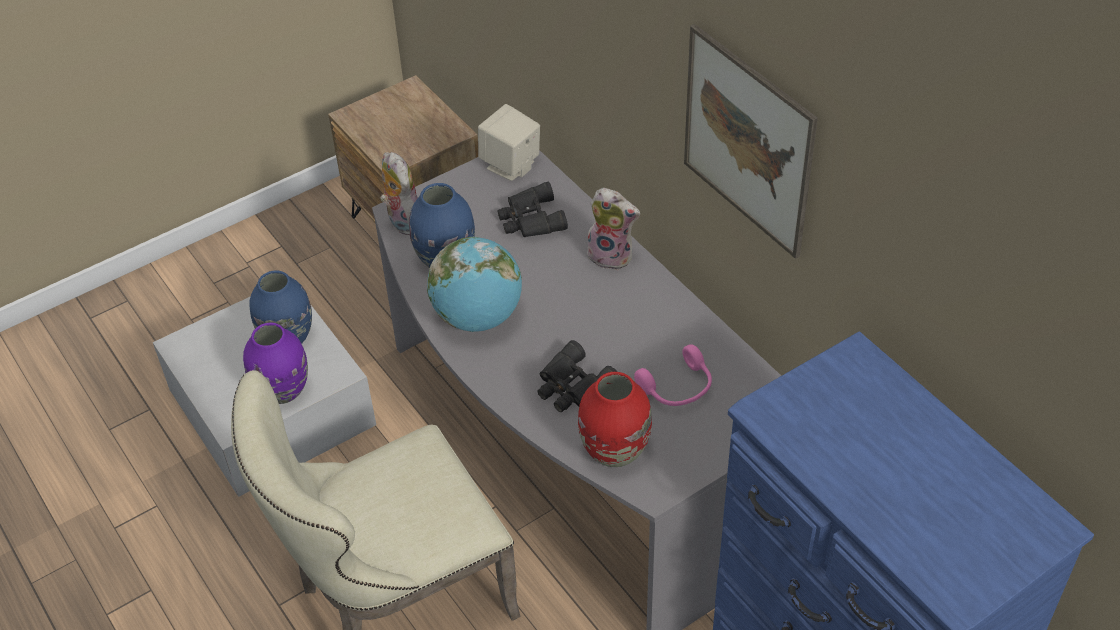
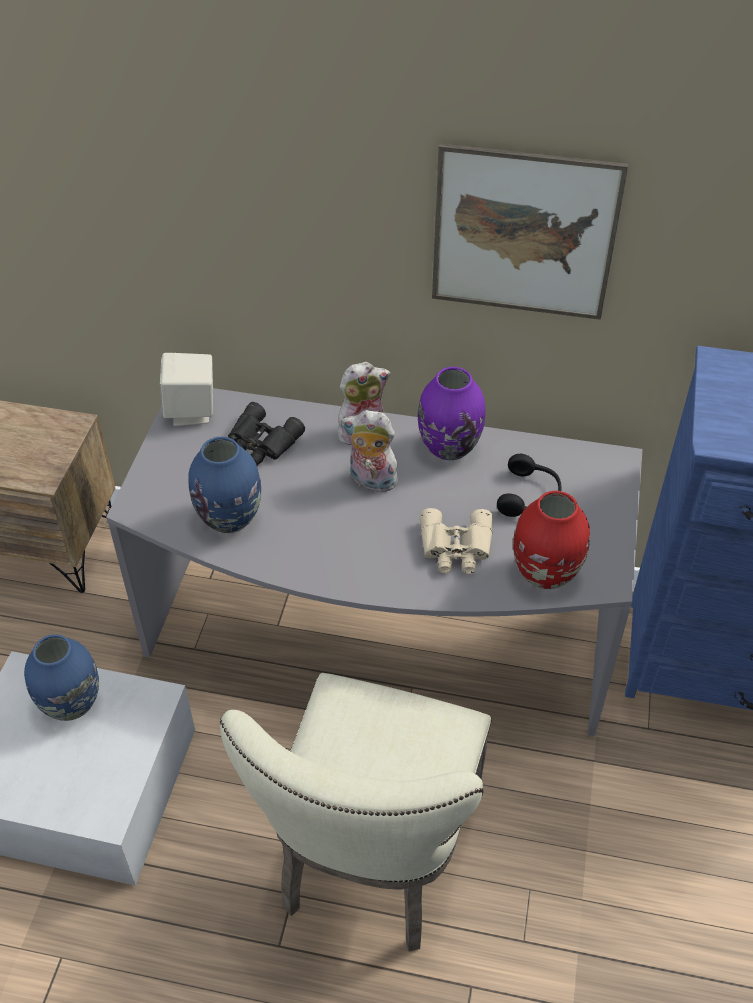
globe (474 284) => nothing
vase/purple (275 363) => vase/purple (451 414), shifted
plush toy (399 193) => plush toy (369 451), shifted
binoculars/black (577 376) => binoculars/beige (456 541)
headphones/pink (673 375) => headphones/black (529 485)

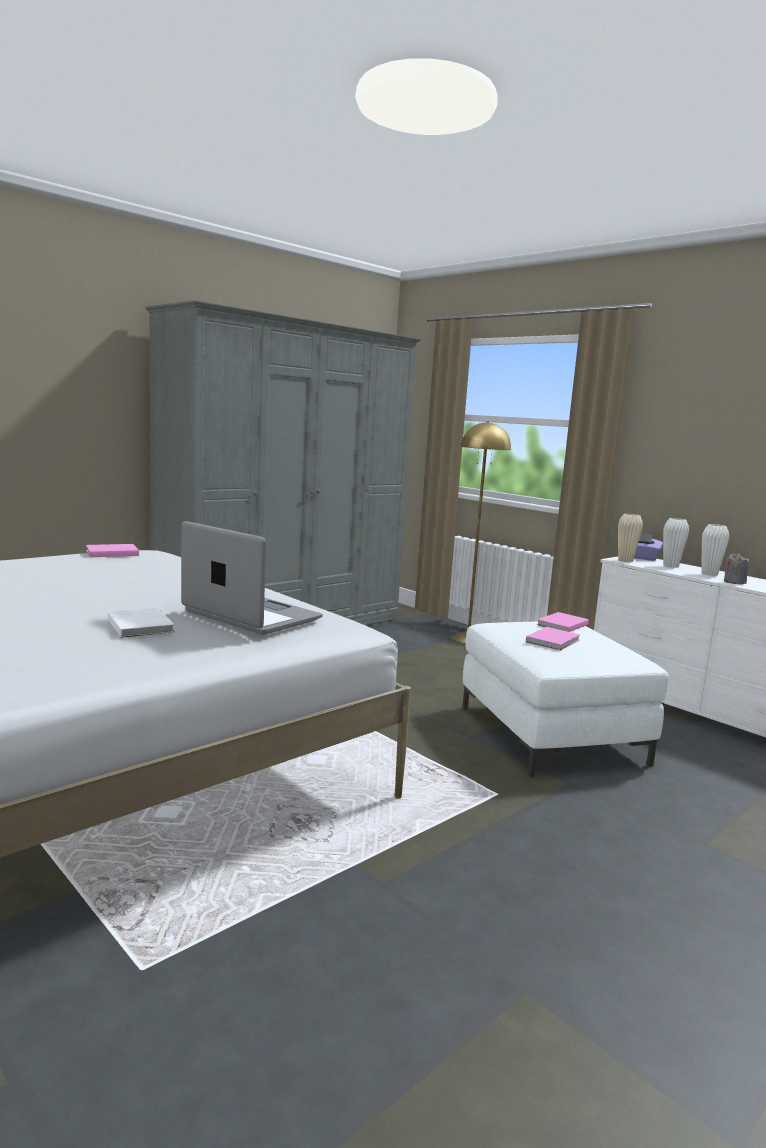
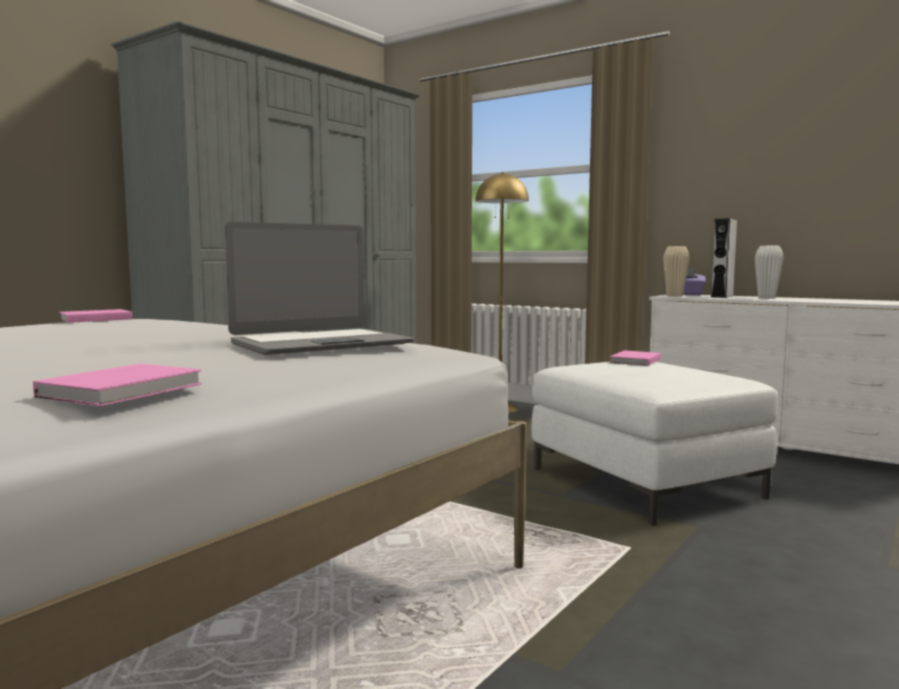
book/white (141 622) => nothing
candle/grey (737 568) => nothing
book/pink (553 639) => book/pink (117 385), shifted
vase/white (676 543) => speaker/grey (724 258)
laptop (252 578) => laptop (319 288), 120 degrees clockwise

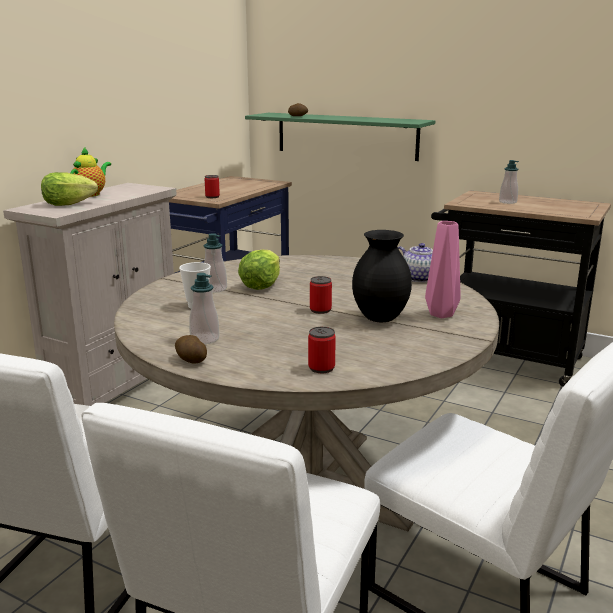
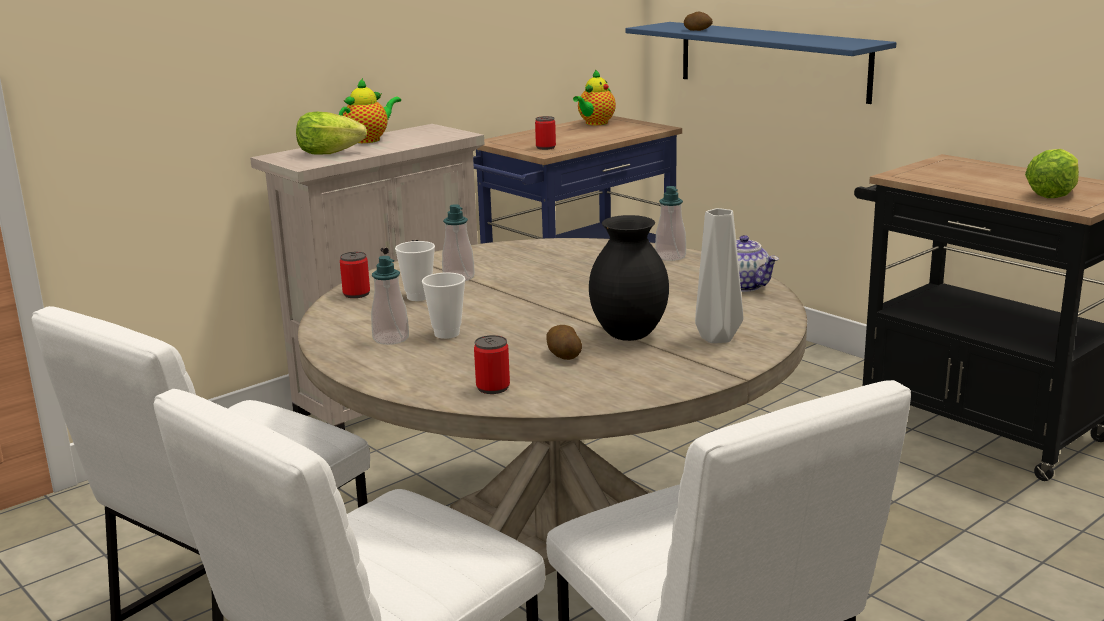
nothing => cup (443 306)
nothing => teapot (594 97)
potato (191 349) => potato (564 342), shifted
lettuce (259 270) => lettuce (1052 173), shifted
can (321 295) => can (355 275), shifted
soap dispenser (509 182) => soap dispenser (670 223), shifted
shelf/green (340 137) => shelf/blue (761 63)
vase/pink (442 269) => vase/grey (719 275)

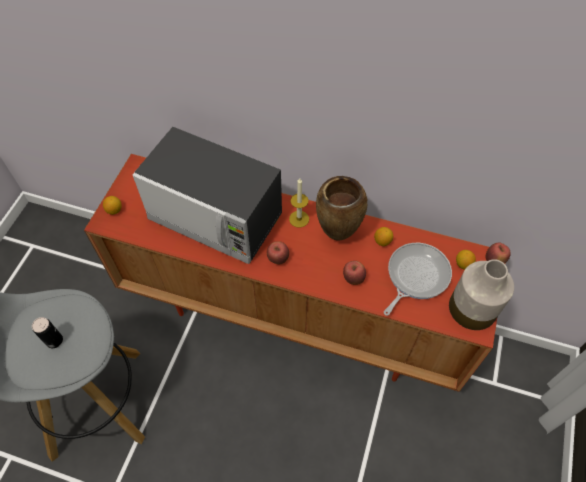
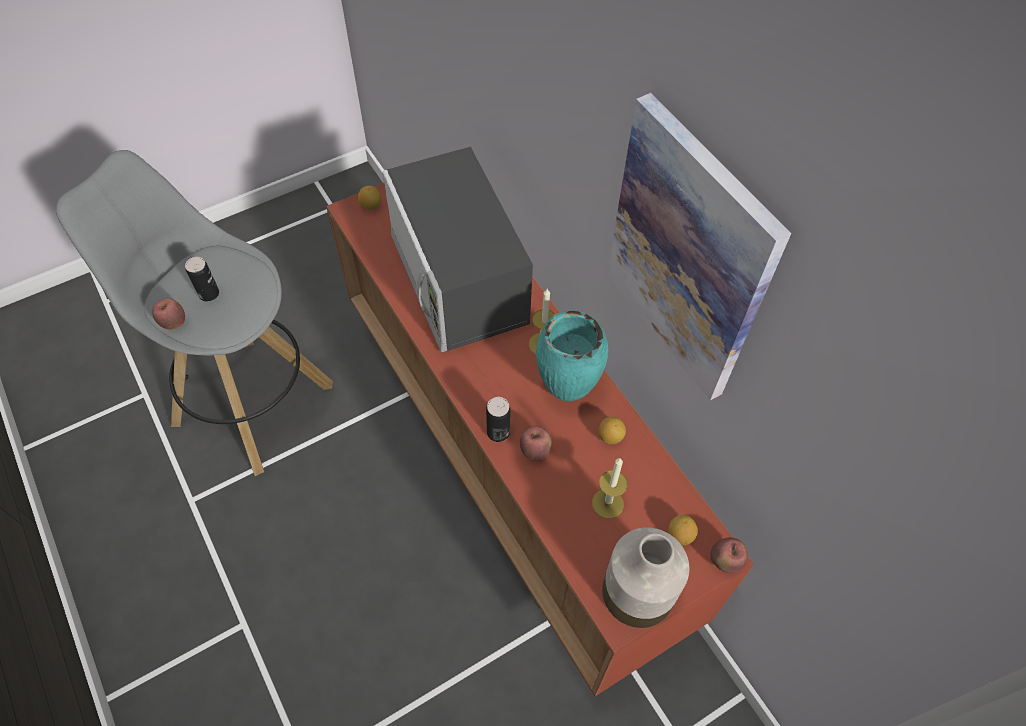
nothing => can (498 419)
nothing => picture (699 246)
apple (278 252) => apple (168 314), shifted
frying pan (418 279) => candle (610 488)
vase/brown (342 208) => vase/turquoise (572 355)

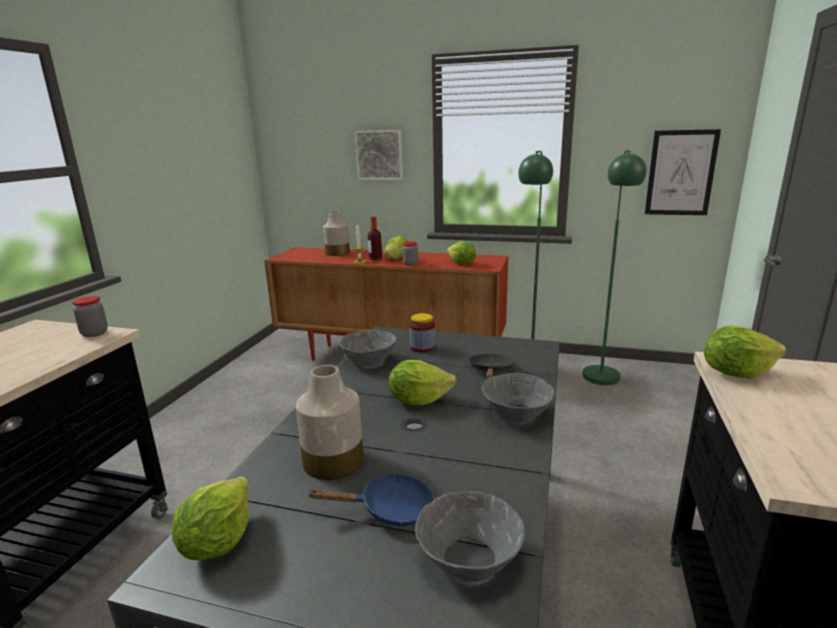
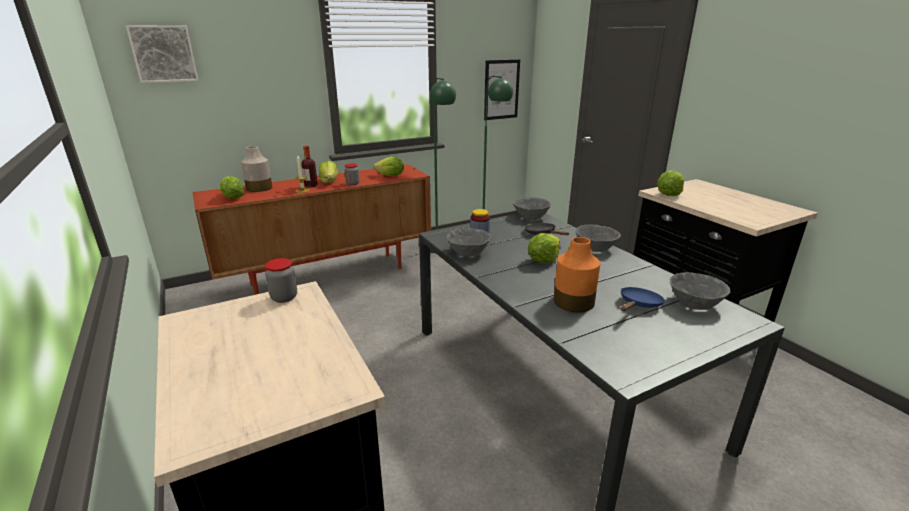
nothing => bowl/grey (532 208)
lettuce (210 518) => lettuce (232 187), shifted
picture (379 155) => picture (162 54), shifted
vase/beige (330 422) => vase/orange (576 274)

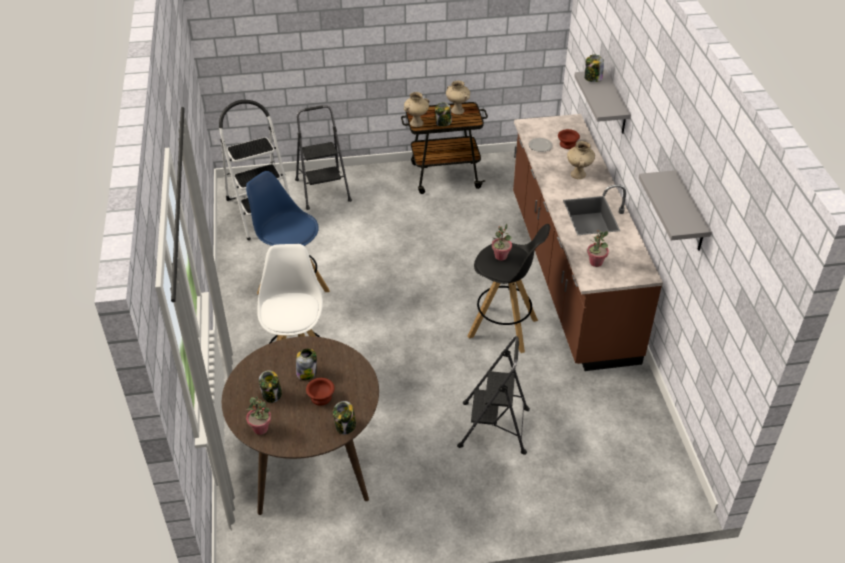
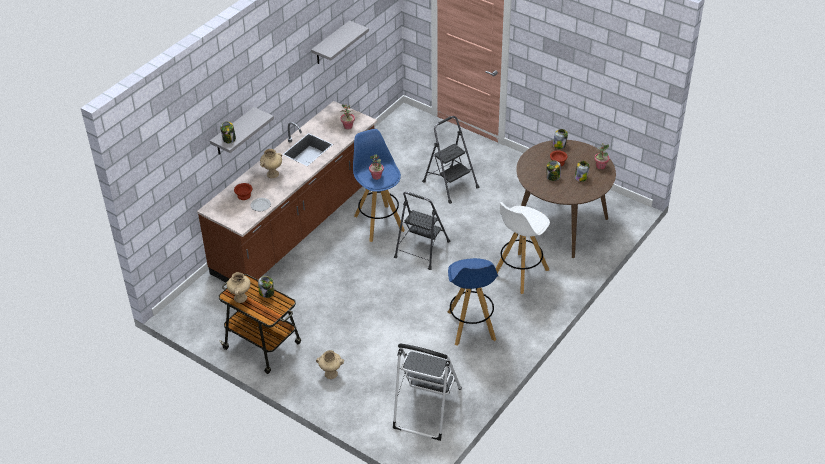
step ladder/black (323 157) => step ladder/black (422 231), shifted
vase/beige (416 109) => vase/beige (330 364), shifted
stool/black (508 288) => stool/blue (379 185)

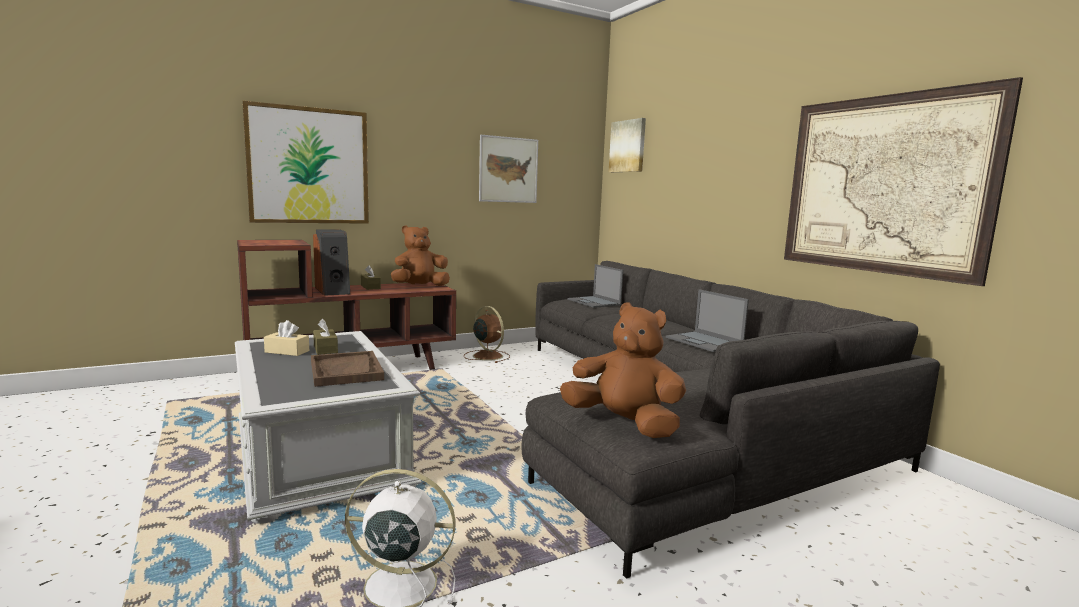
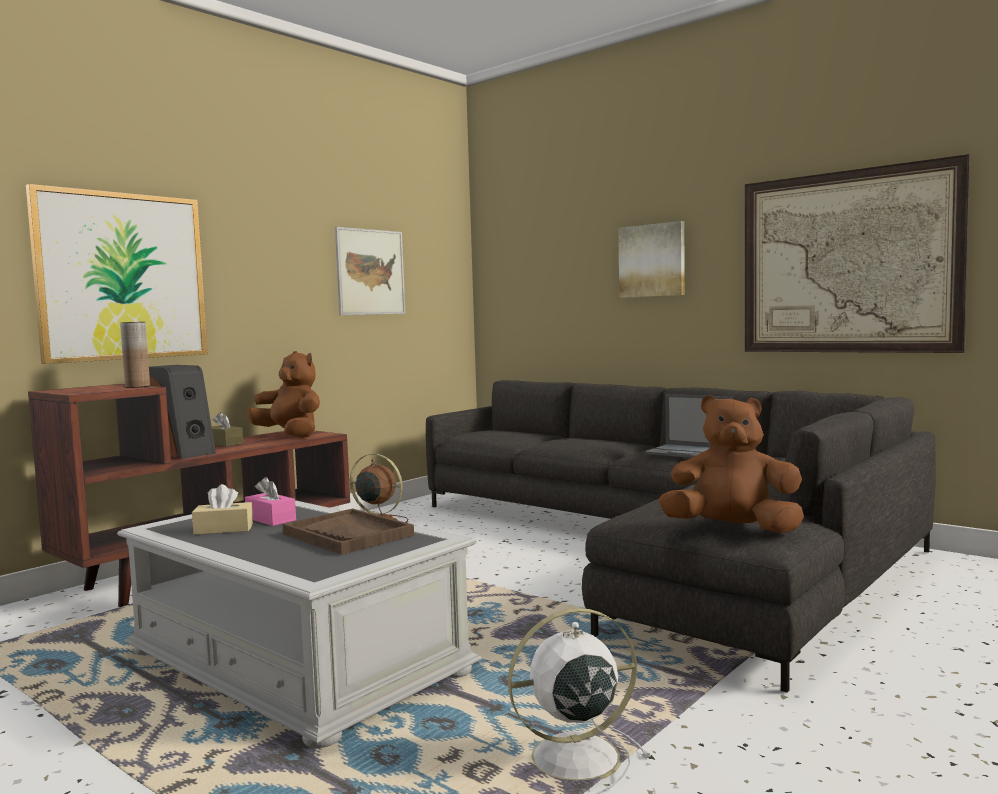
laptop (595 286) => nothing
nothing => vase/brown (135 355)
picture (627 145) => picture (651 259), shifted
tissue box/brown (325 337) => tissue box/pink (270 501)
plush toy/brown (420 255) => plush toy/brown (283 394), 90 degrees clockwise

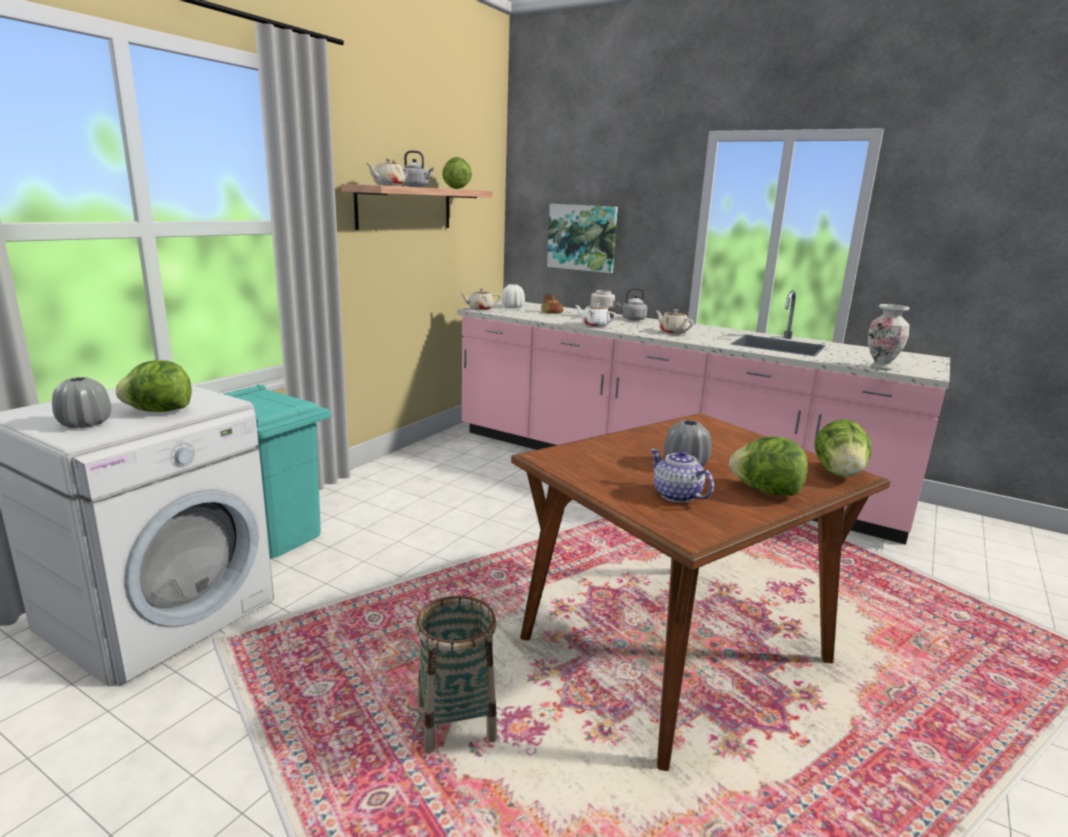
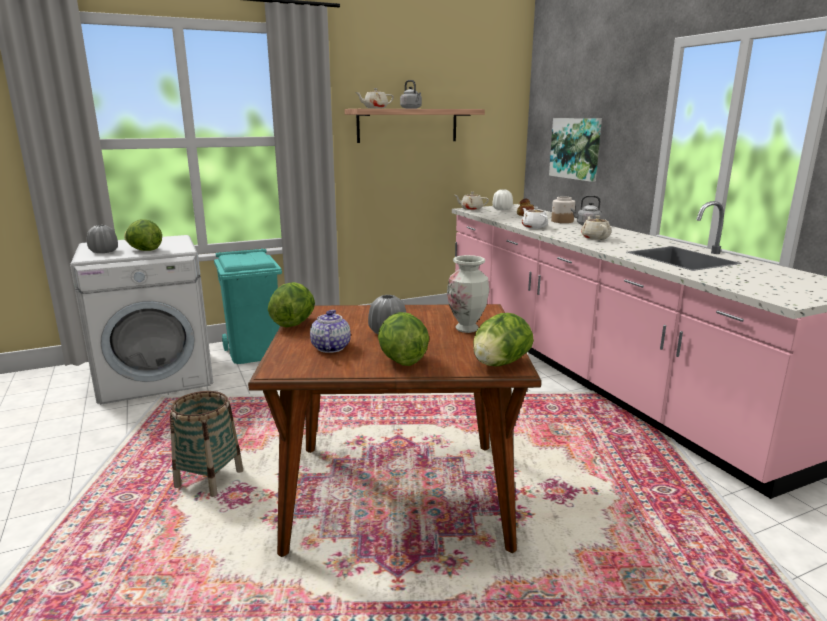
lettuce (457 173) => lettuce (291 305), shifted
vase (889 337) => vase (468 294), shifted

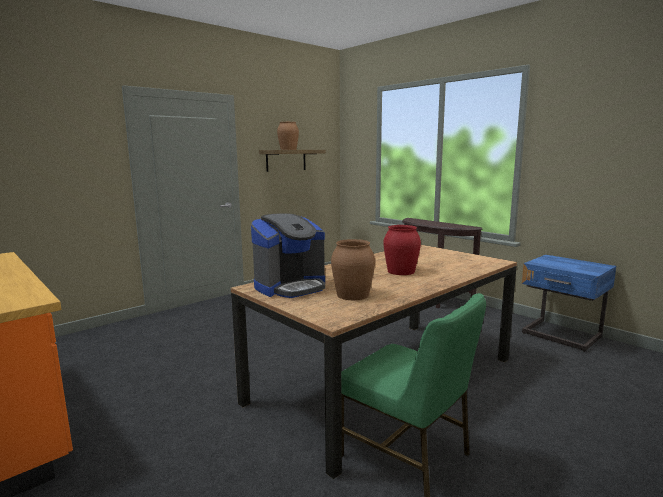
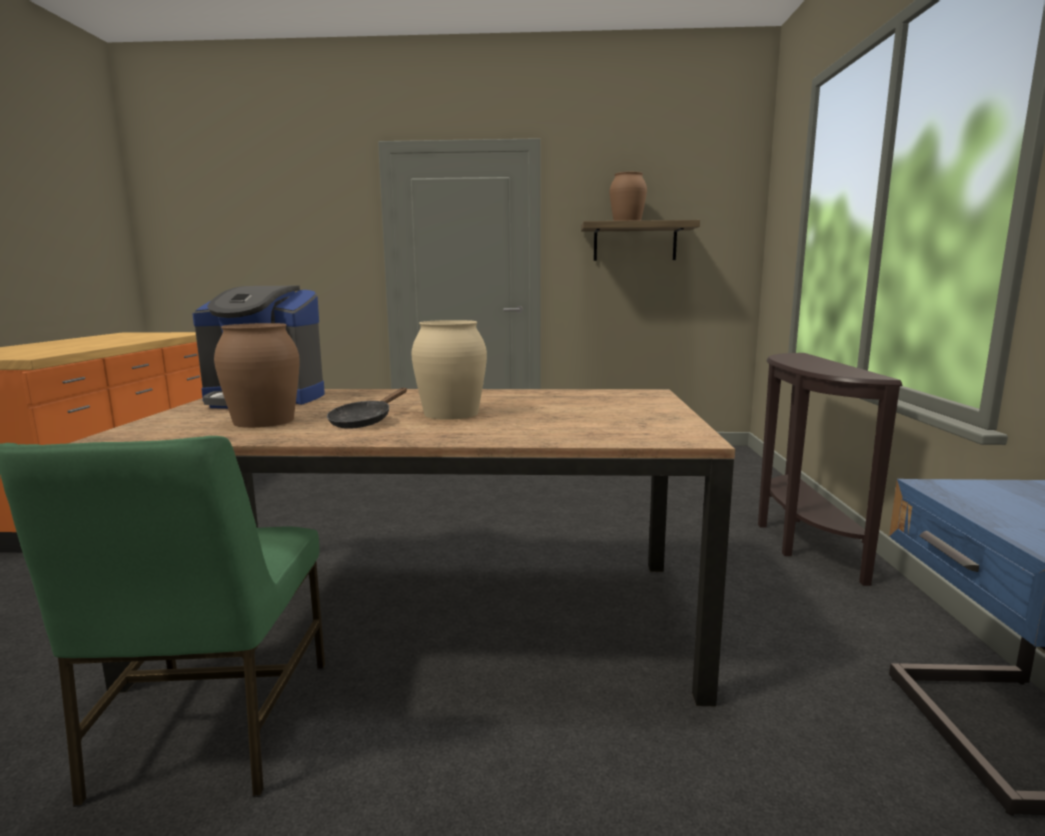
nothing => frying pan/black (367 408)
vase/red (402 250) => vase/beige (449 370)

